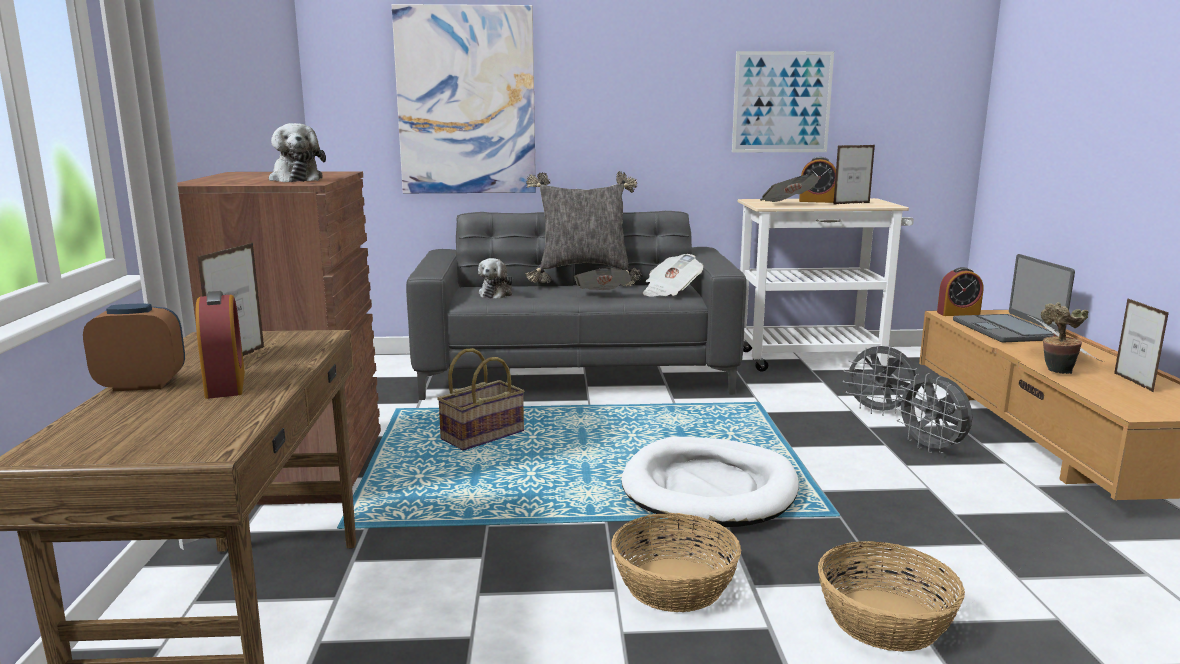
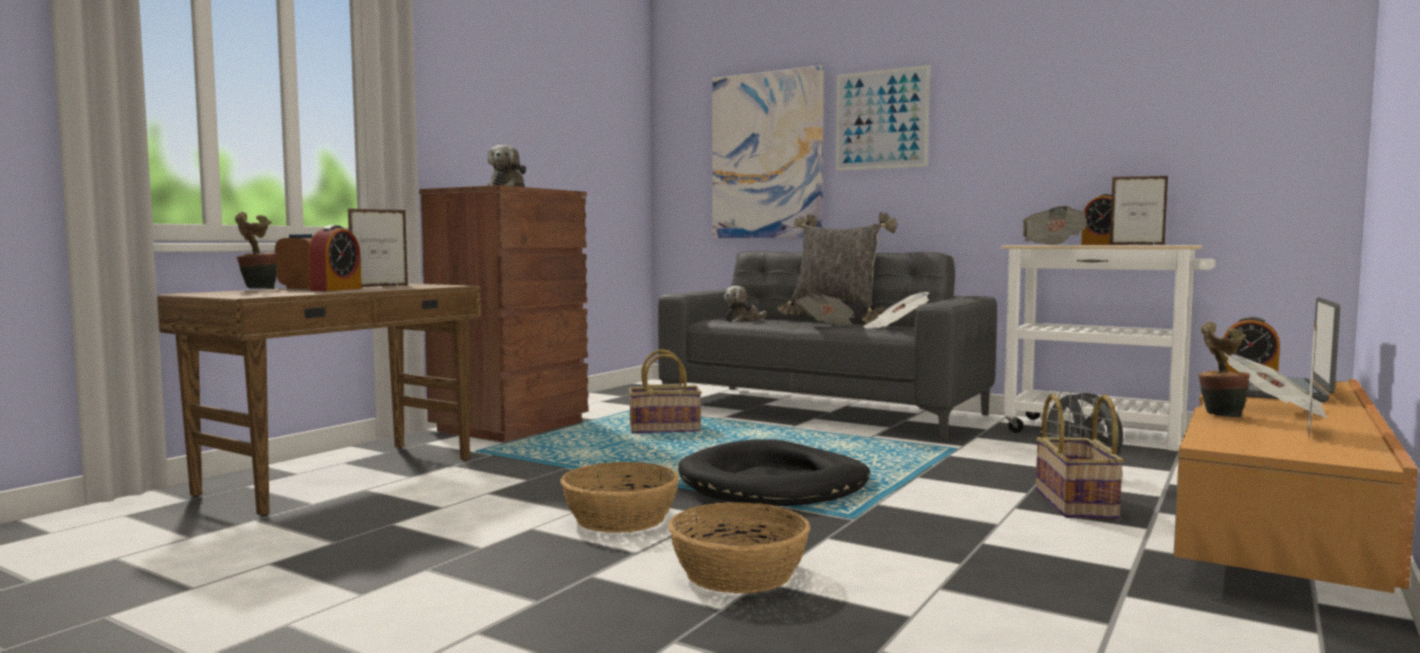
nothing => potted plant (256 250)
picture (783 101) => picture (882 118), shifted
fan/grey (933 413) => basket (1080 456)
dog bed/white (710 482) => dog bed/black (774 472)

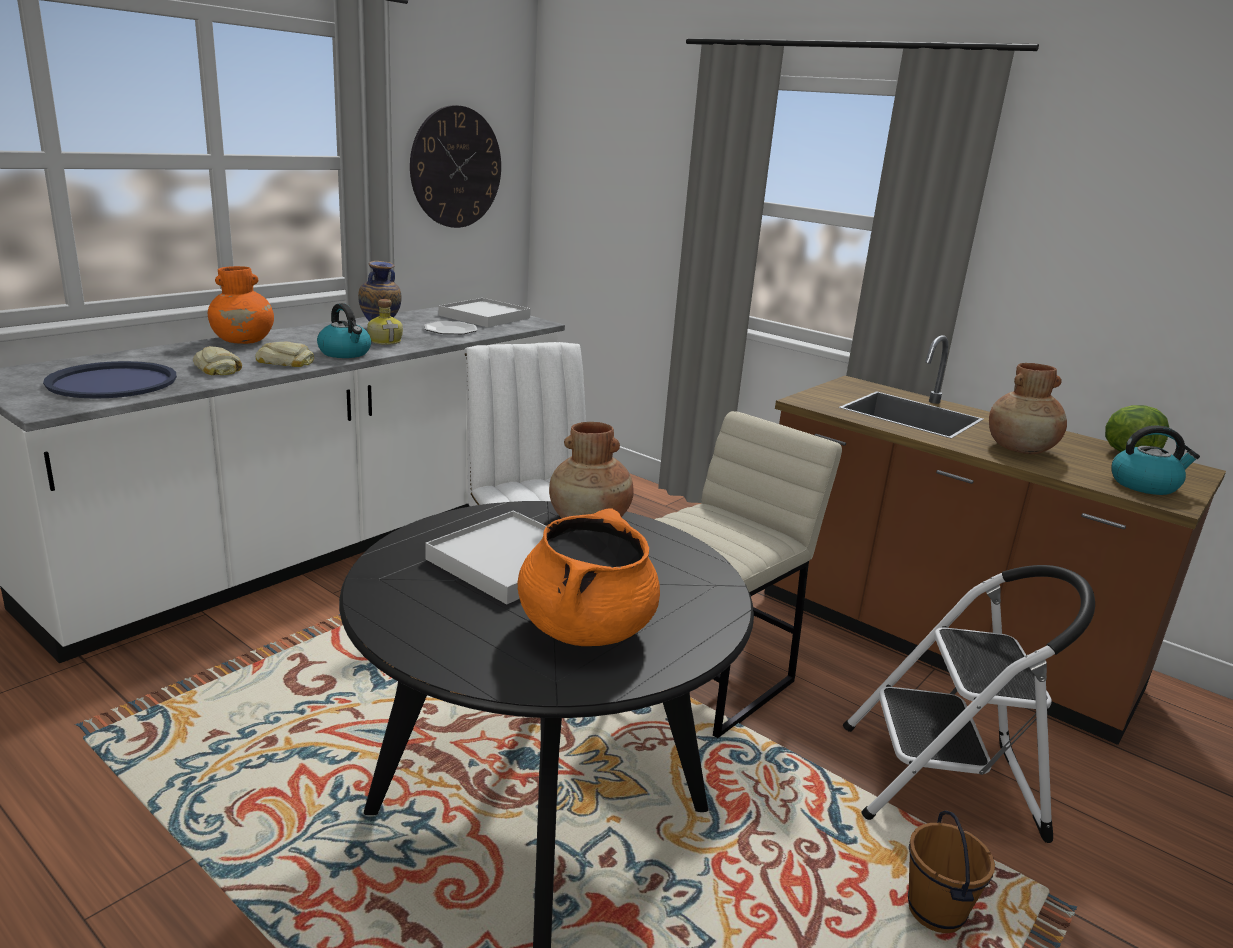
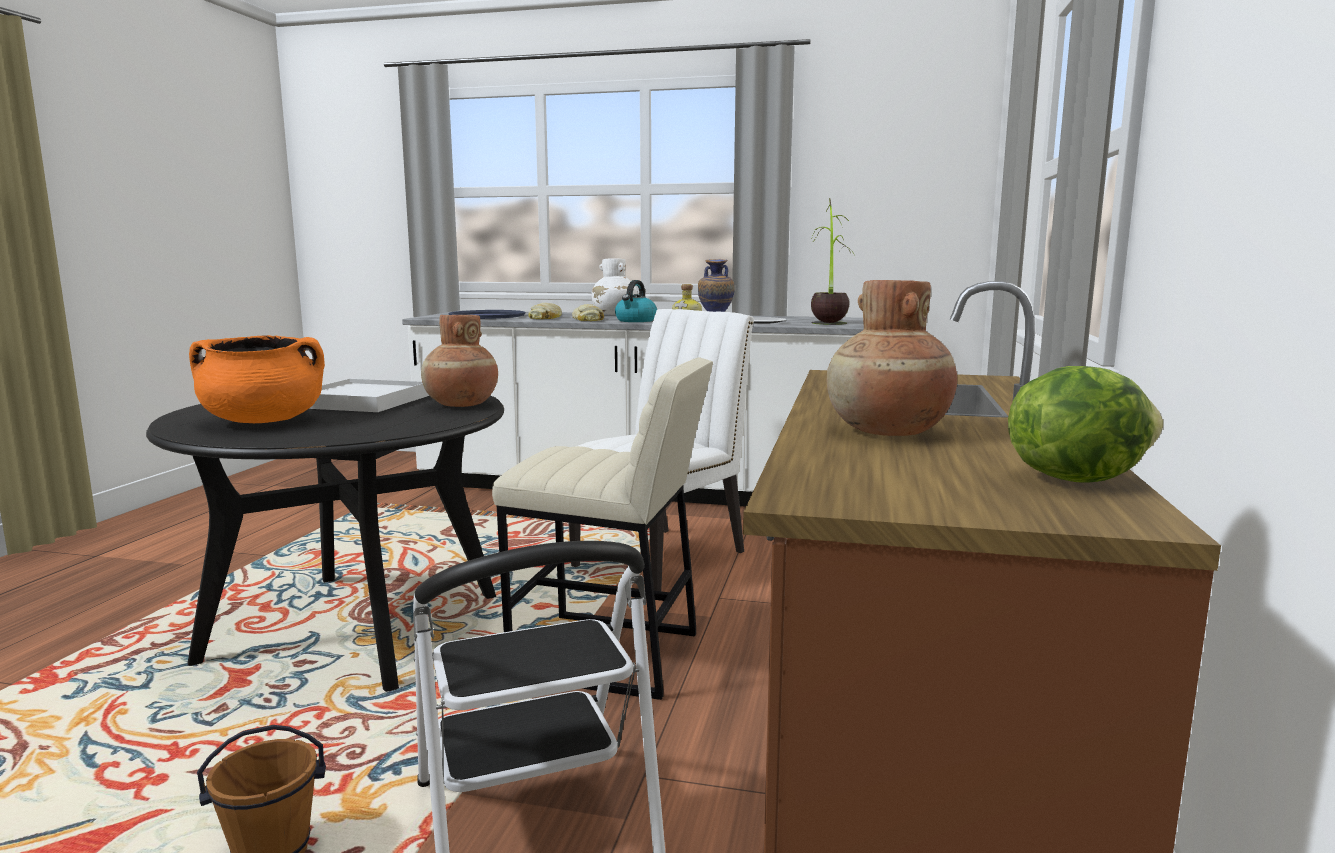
wall clock (455 166) => nothing
kettle (1155 460) => nothing
tray/white (484 312) => potted plant (832 261)
vase/orange (241 305) => vase/white (614 286)

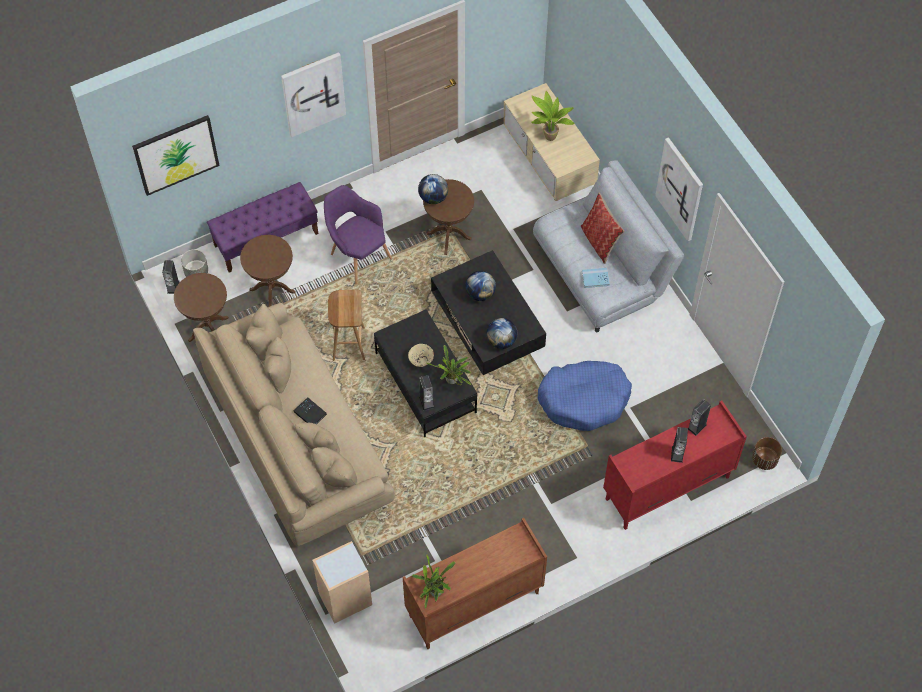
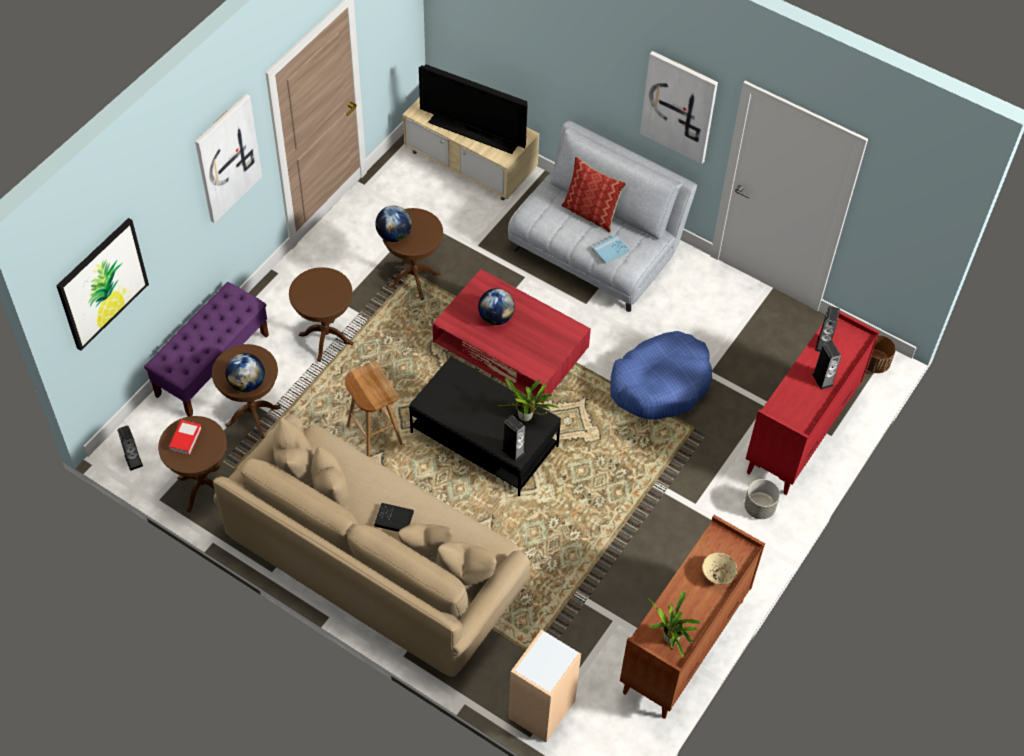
nothing => book (185 437)
planter/grey (194 263) => planter/grey (762 499), shifted
bowl/beige (421 355) => bowl/beige (719 569), shifted
globe (501 333) => globe (245 372), shifted
armchair/purple (358 235) => side table/brown (321 314)
potted plant (553 116) => television (473 109)
coffee table/black (488 312) => coffee table/red (512 336)

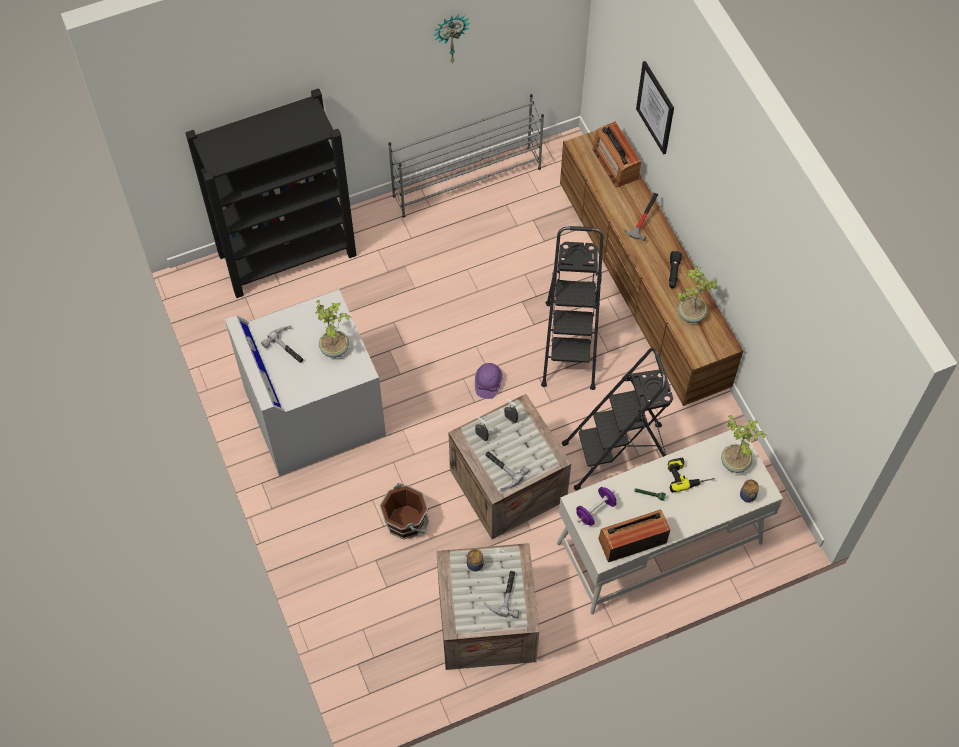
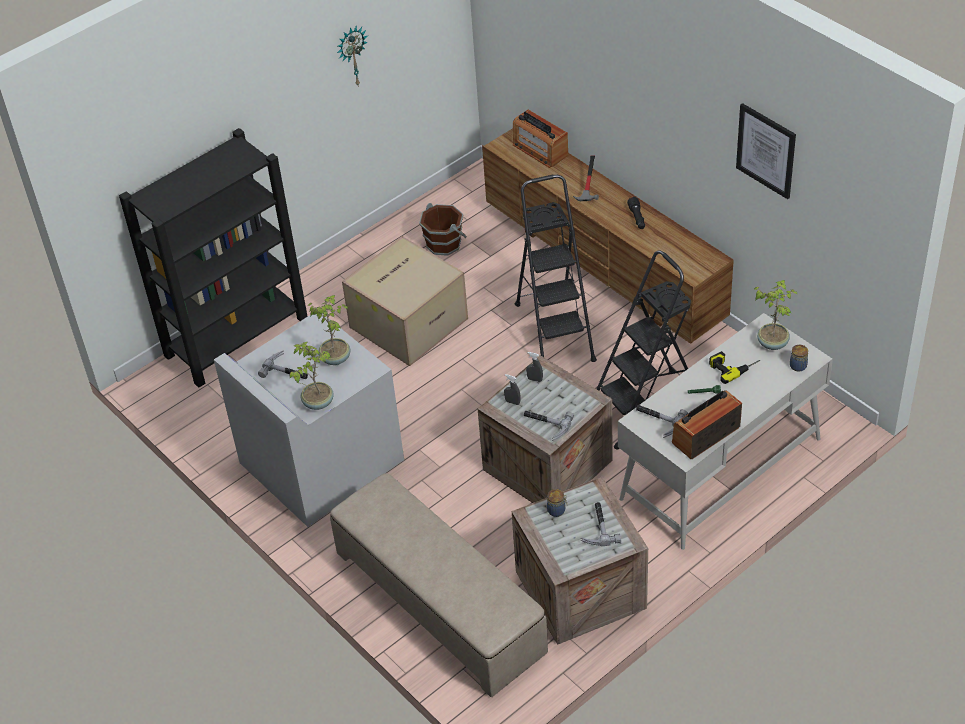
shoe rack/grey (466 155) => nothing
hard hat/purple (489 381) => nothing
nothing => bench/beige (439 585)
nothing => cardboard box (405 301)
bucket/brown (404 511) => bucket/brown (443 229), shifted
picture (655 108) => picture (766 151), shifted
potted plant (697 295) => potted plant (311 376), shifted
dumbbell/purple (596 506) => hammer (662 421)

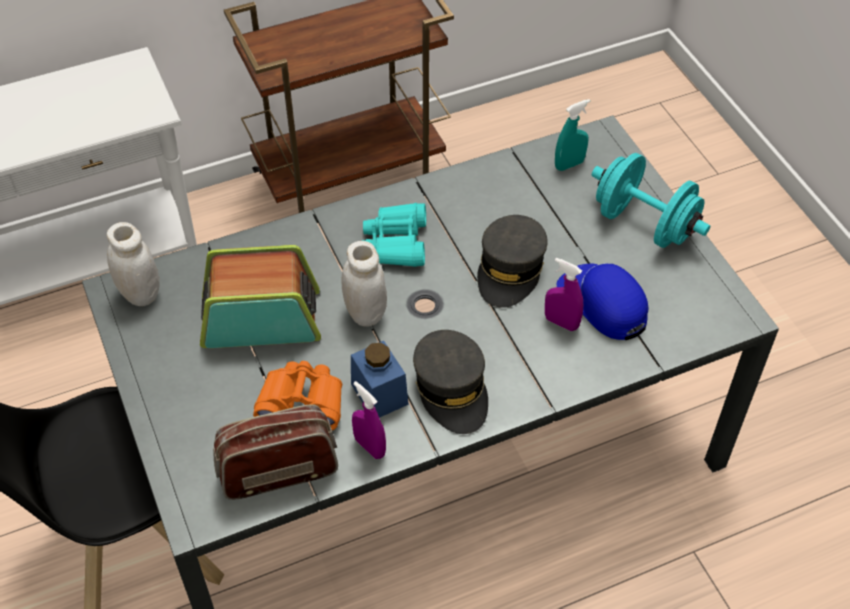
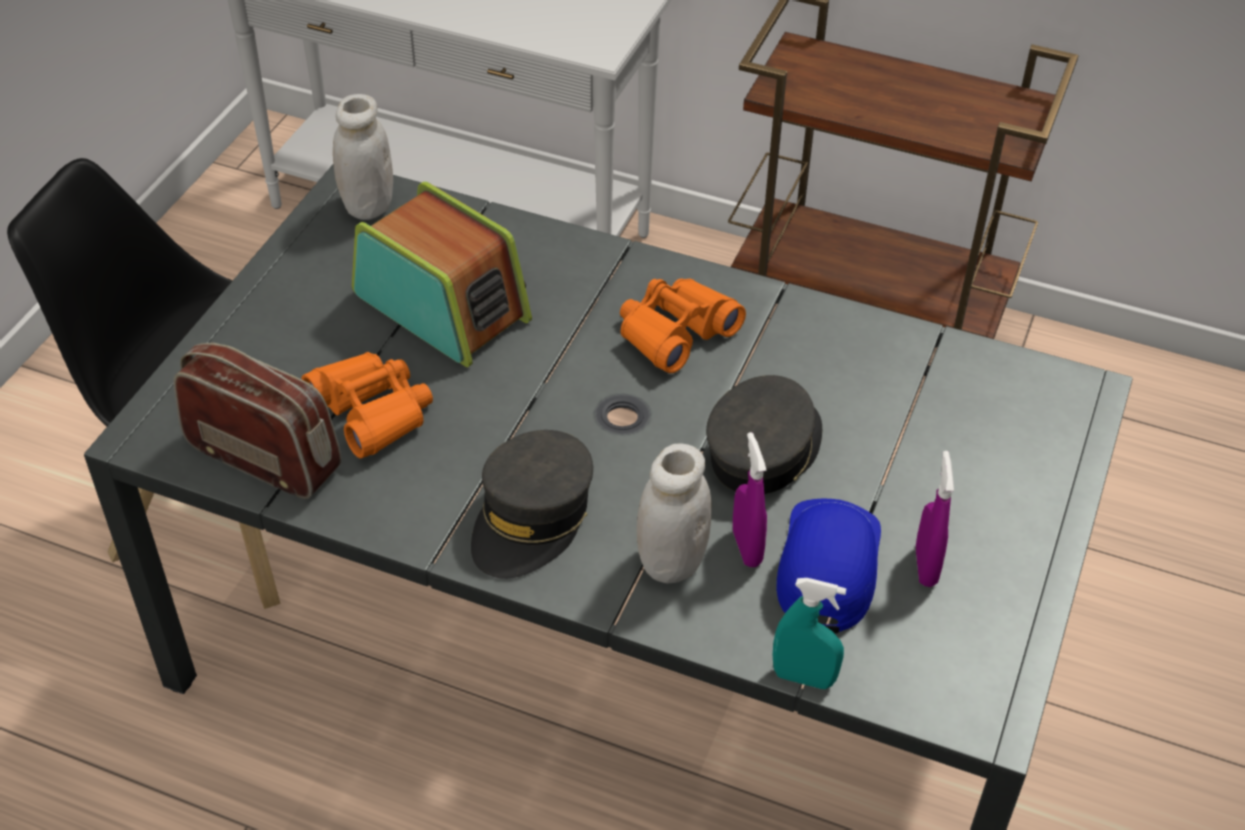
jar/blue (380 379) => nothing
dumbbell/turquoise (651 200) => nothing
jar/white (364 284) => jar/white (674 513), shifted
spray bottle/purple (369 420) => spray bottle/purple (935 519), shifted
spray bottle/turquoise (572 135) => spray bottle/turquoise (809 633), shifted
binoculars/turquoise (394 235) => binoculars/orange (683 326)
cap/grey (512 261) => cap/grey (764 434), 150 degrees clockwise

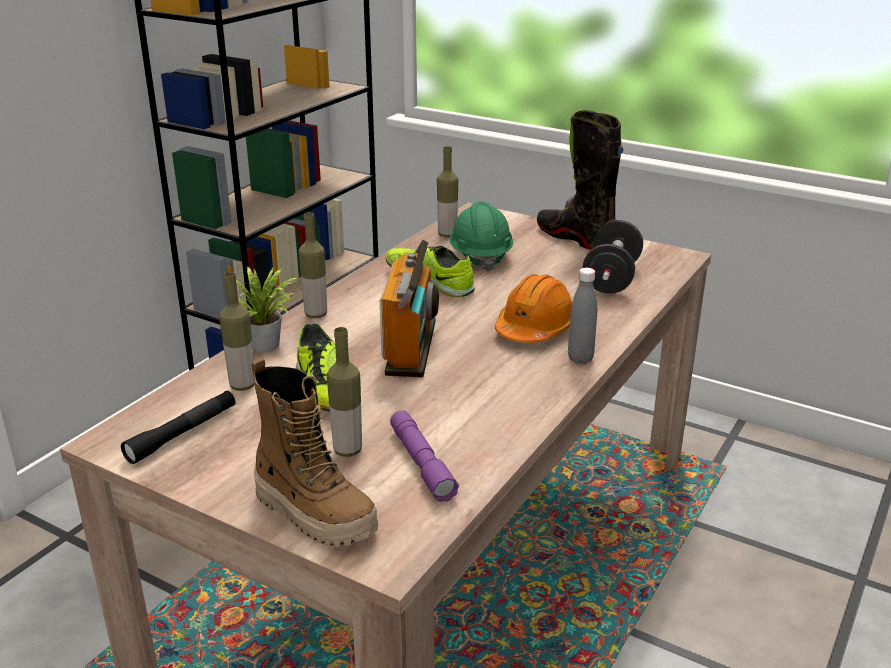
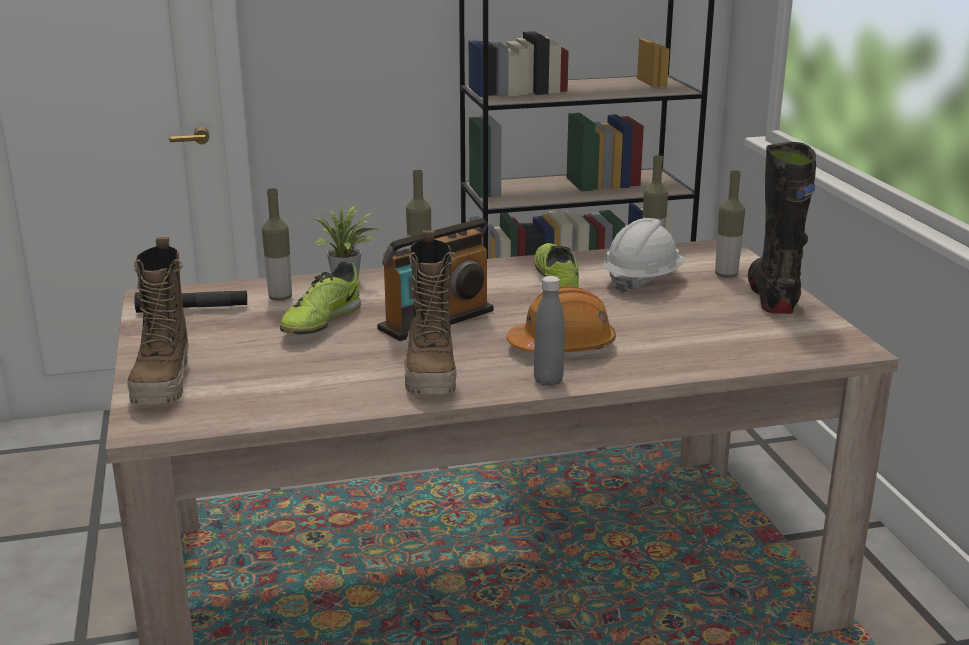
flashlight/purple (424 456) => nothing
dumbbell/black (613 257) => nothing
nothing => boot (430 312)
bottle (344 392) => bottle (730 224), shifted
hard hat/green (481 236) => hard hat/white (644 256)

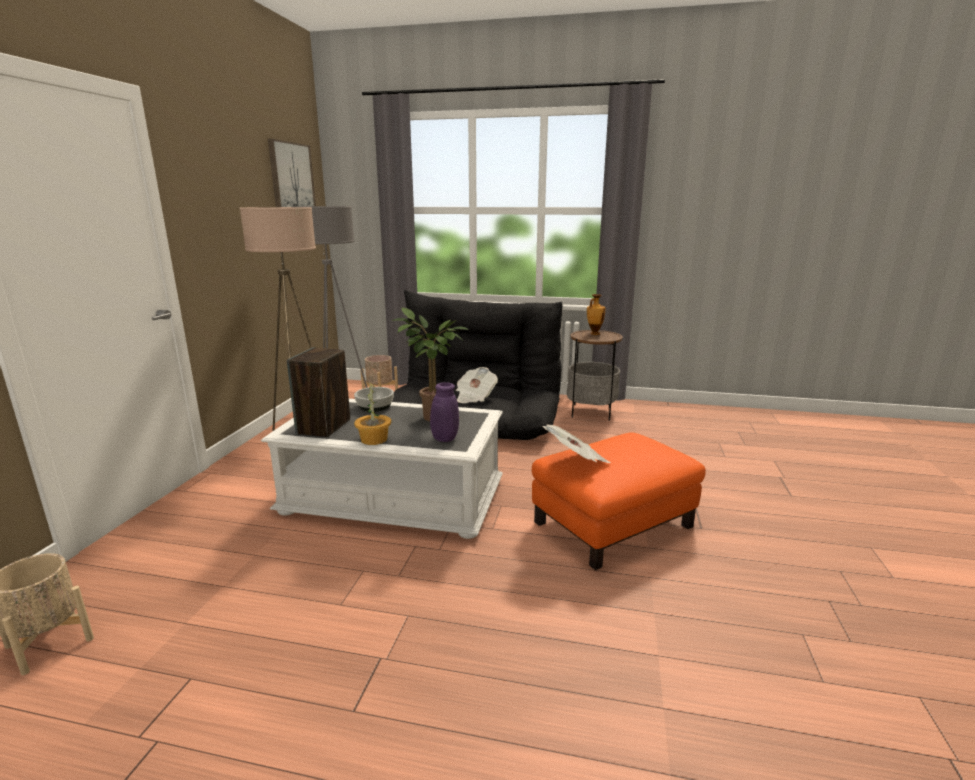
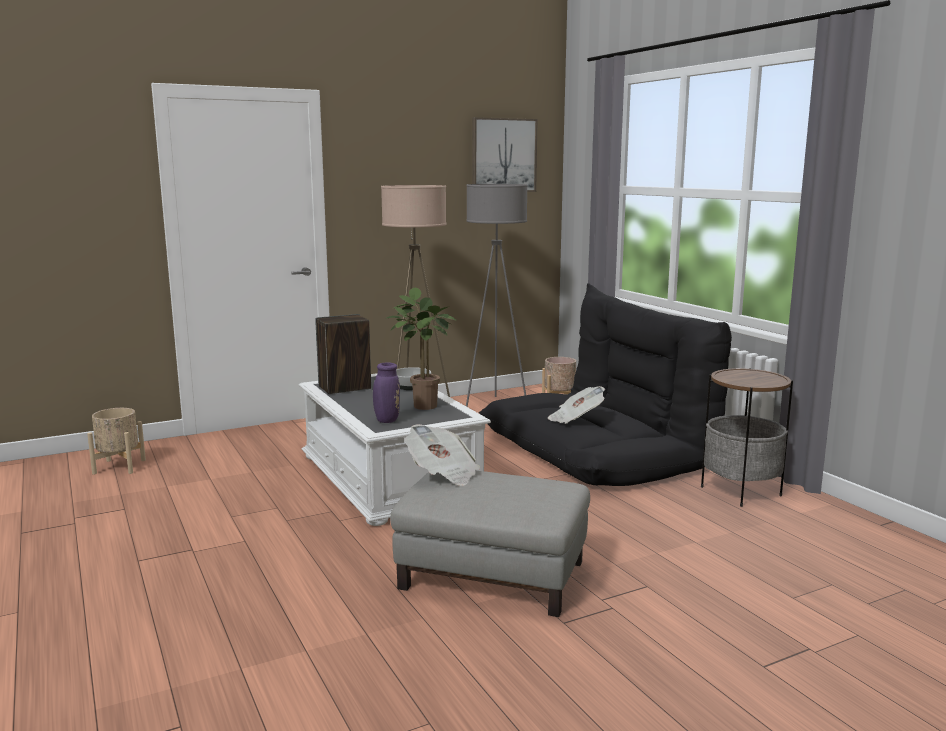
potted plant (372 413) => nothing
vase (596 314) => nothing
ottoman/orange (619 501) => ottoman/grey (490 543)

